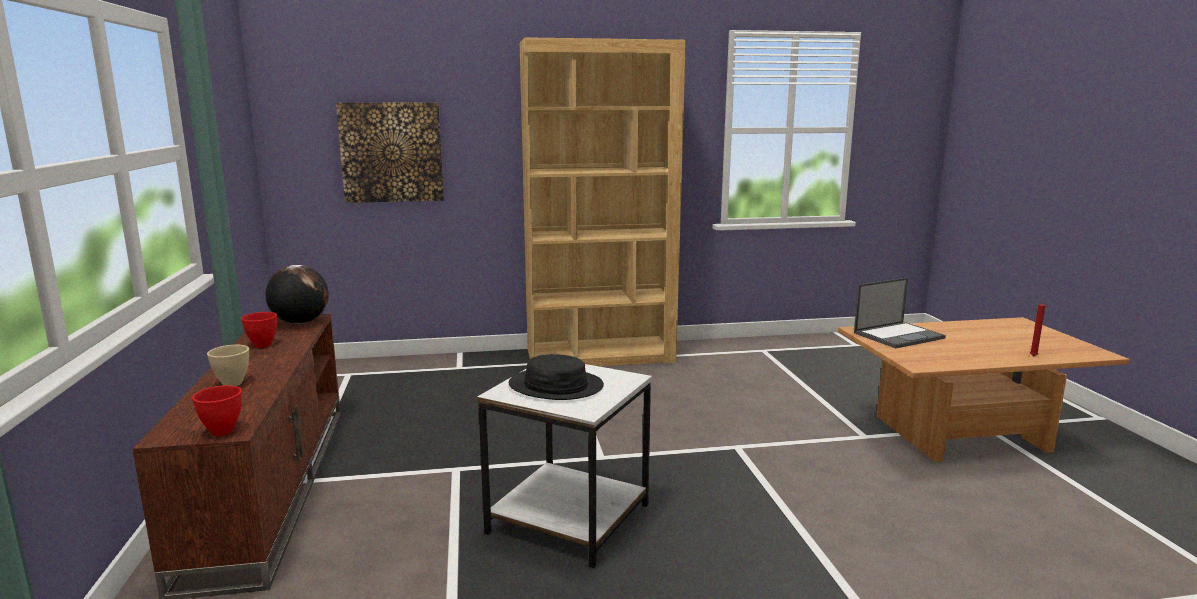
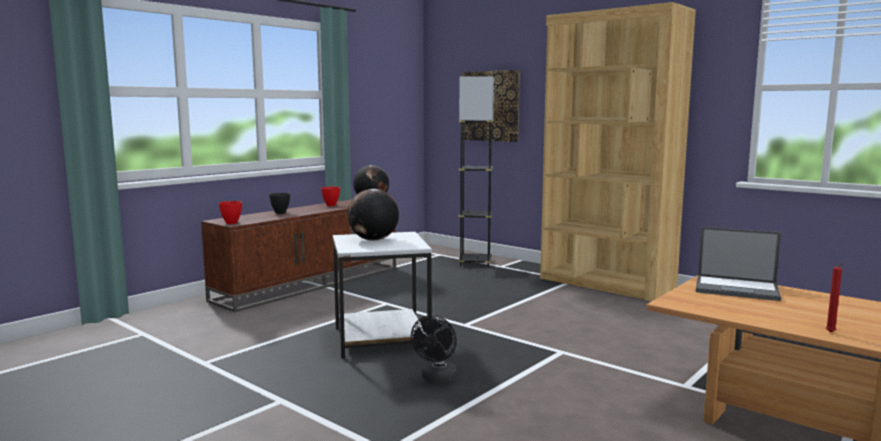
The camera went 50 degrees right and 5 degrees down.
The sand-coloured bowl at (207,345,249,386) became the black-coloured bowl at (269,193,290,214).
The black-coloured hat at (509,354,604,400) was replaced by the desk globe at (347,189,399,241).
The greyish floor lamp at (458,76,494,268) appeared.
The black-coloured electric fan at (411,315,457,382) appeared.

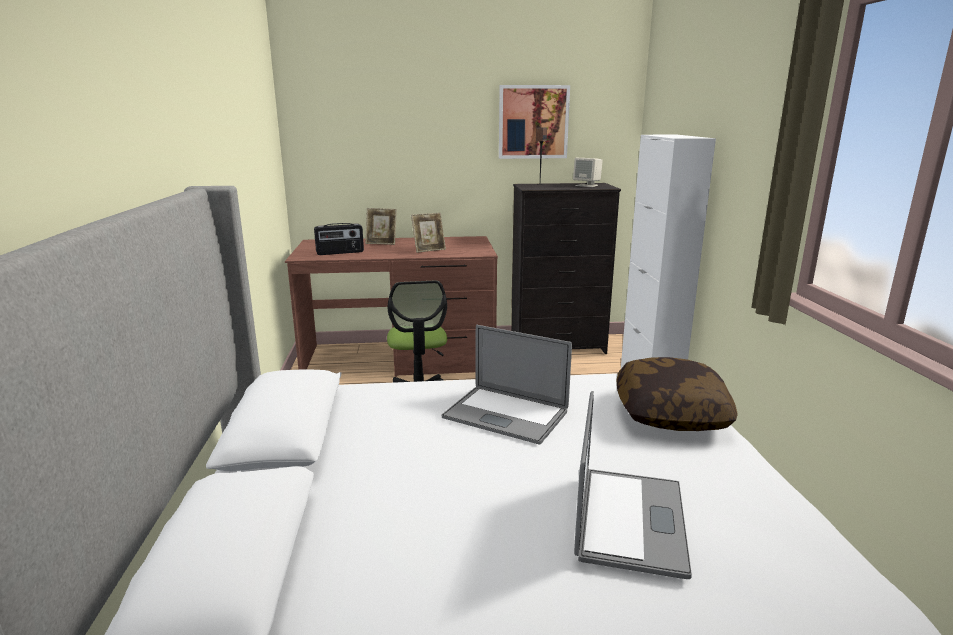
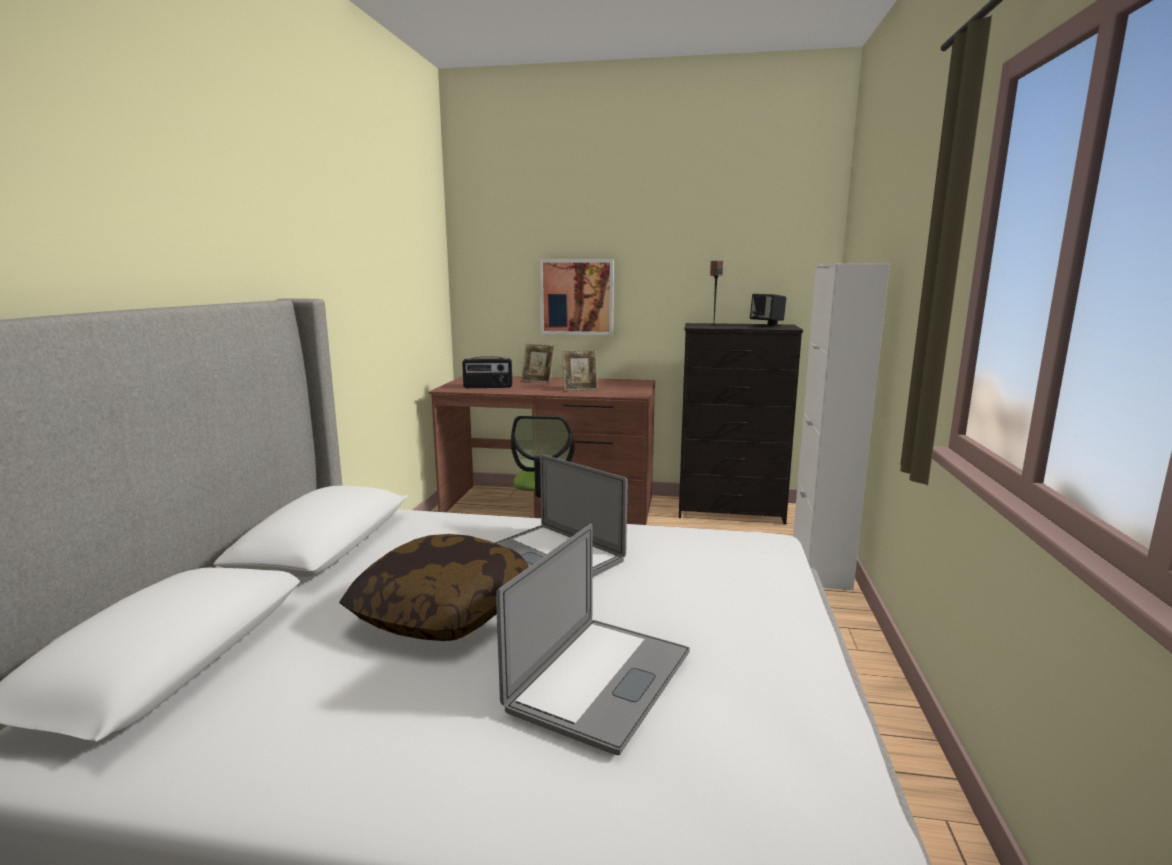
The camera went 15 degrees right and 5 degrees down.
The picture moved from (499,85,570,159) to (539,259,614,335).
The sand-coloured speaker at (573,158,603,187) became the black-coloured speaker at (750,294,786,327).
The throw pillow moved from (617,357,738,431) to (339,534,529,641).

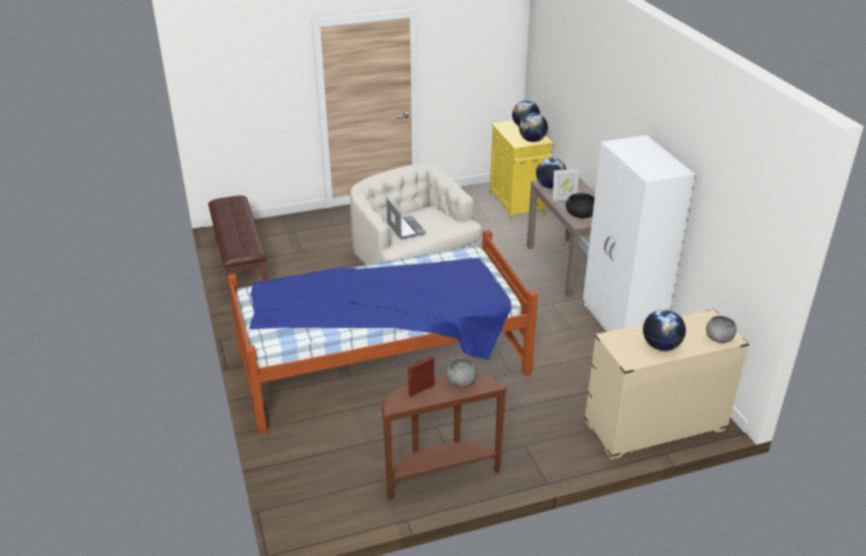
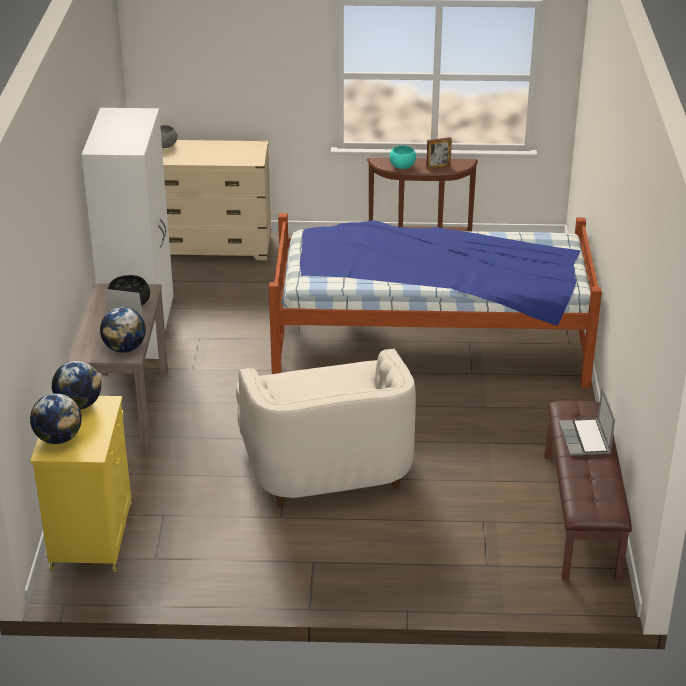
The camera went 160 degrees left and 0 degrees up.
The notebook computer moved from (386,198,426,240) to (559,387,615,456).
The desk globe at (643,309,686,351) disappeared.
The greyish bowl at (446,359,477,388) became the turquoise bowl at (390,145,416,169).

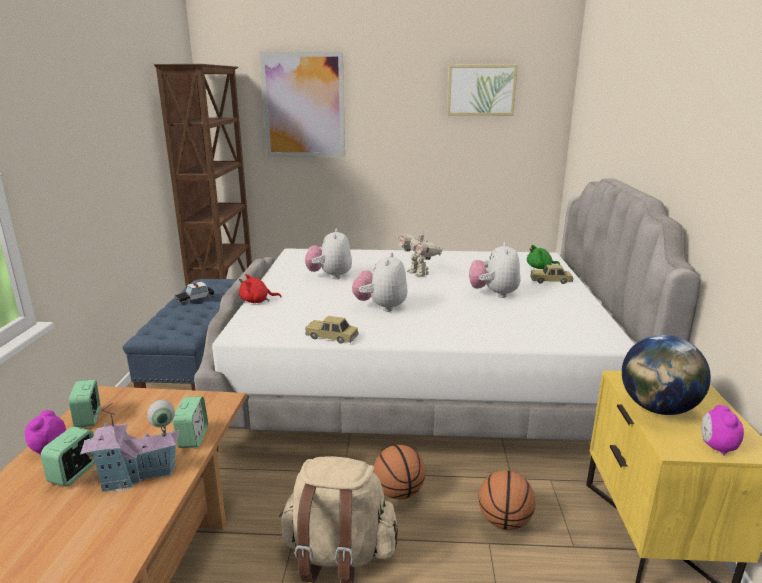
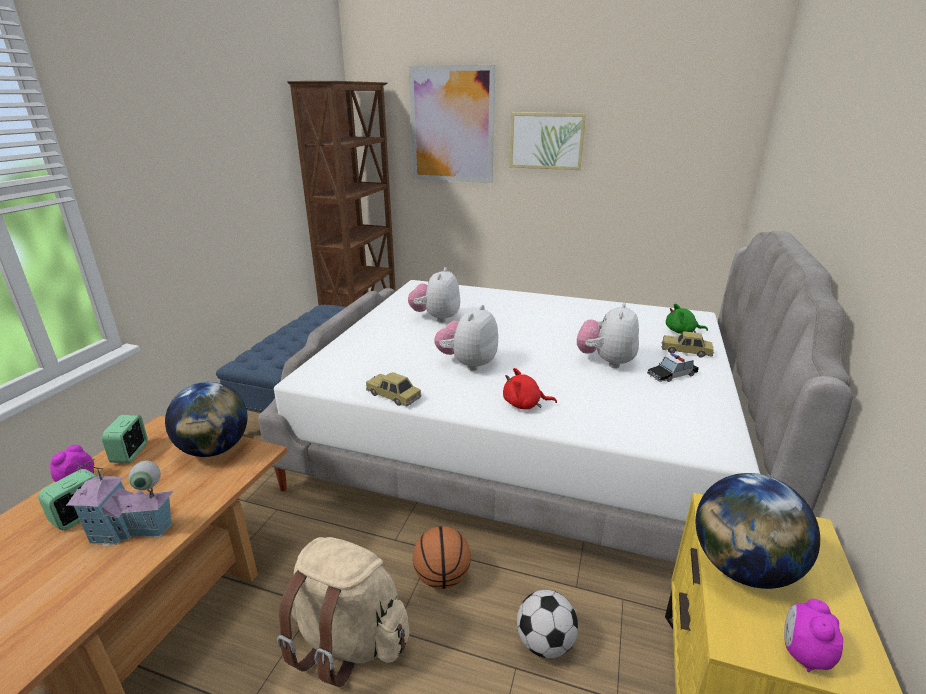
The camera went 15 degrees right and 5 degrees up.
The picture moved from (447,65,518,116) to (509,112,586,170).
The toy robot at (398,232,443,276) disappeared.
The red-coloured plush toy moved from (239,274,281,303) to (503,368,557,409).
The miniature car moved from (175,282,214,303) to (647,353,699,382).
The table clock at (173,396,208,448) disappeared.
The basketball ball at (478,470,536,530) was replaced by the football ball at (517,590,578,658).
The desk globe at (165,382,247,457) appeared.

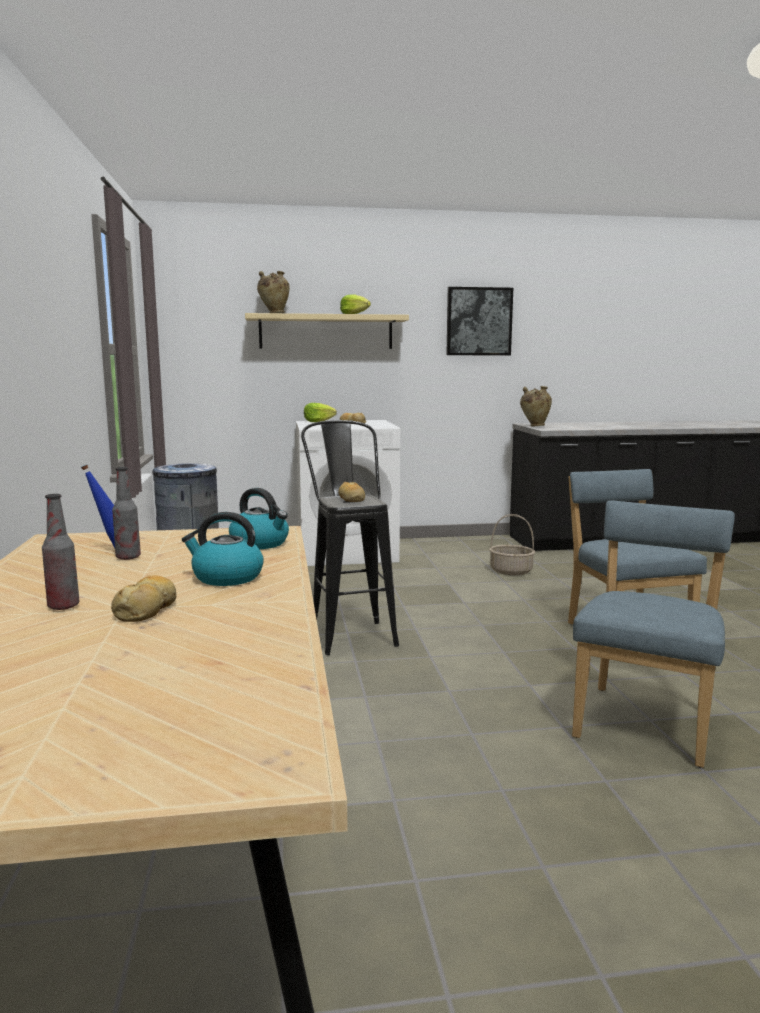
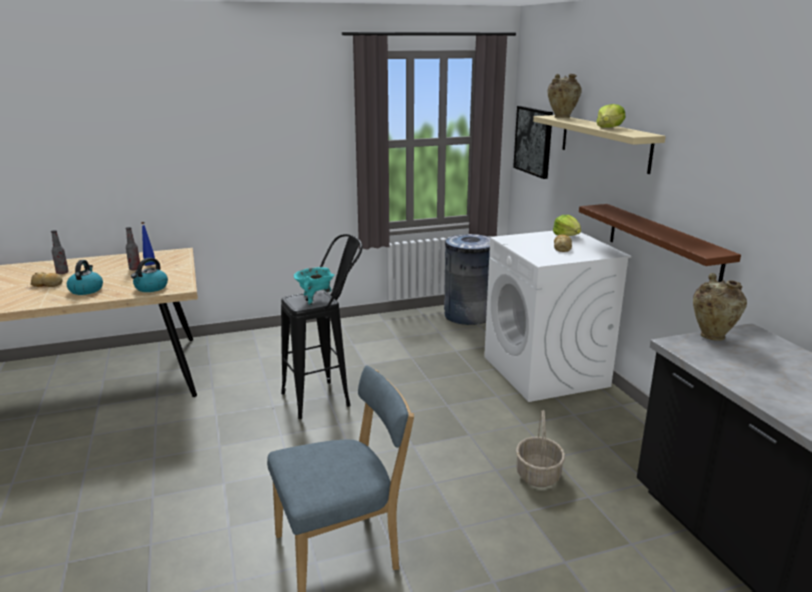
The camera went 80 degrees right and 10 degrees up.
The picture moved from (446,287,513,355) to (513,106,553,179).
The bread at (338,482,365,502) was replaced by the turquoise stockpot at (294,267,334,306).
The bluish upright chair at (572,501,735,768) disappeared.
The brown wall shelf at (579,204,741,282) appeared.

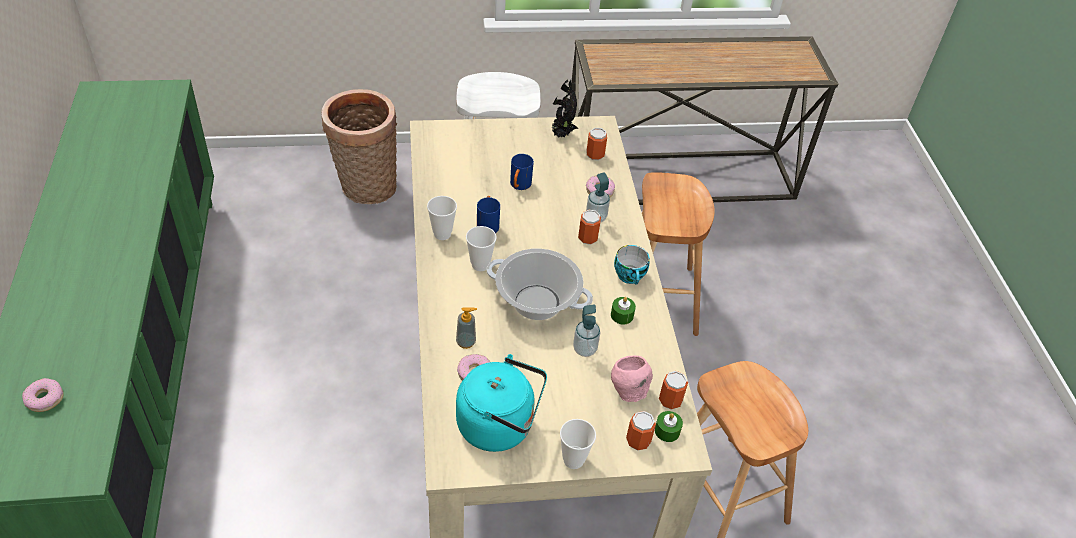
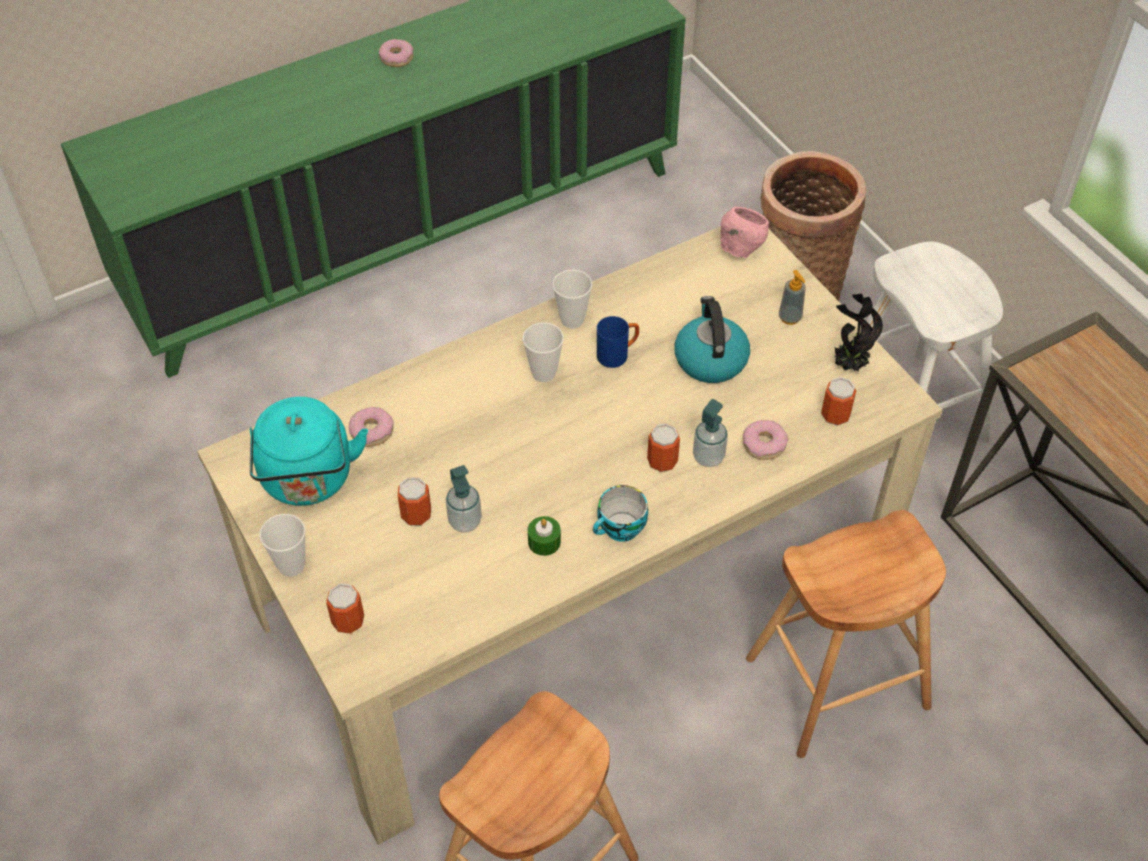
The camera went 70 degrees right and 5 degrees up.
The bluish tea mug at (510,154,534,190) was replaced by the water kettle at (675,296,750,383).
The stockpot at (486,249,593,320) disappeared.
The soap bottle moved from (456,307,477,349) to (779,270,806,325).
The pink bowl moved from (611,356,653,402) to (720,207,769,258).
The can moved from (659,371,688,410) to (398,477,431,525).
The doughnut moved from (22,378,63,412) to (379,39,414,67).
The green-coloured candle at (655,411,683,442) disappeared.

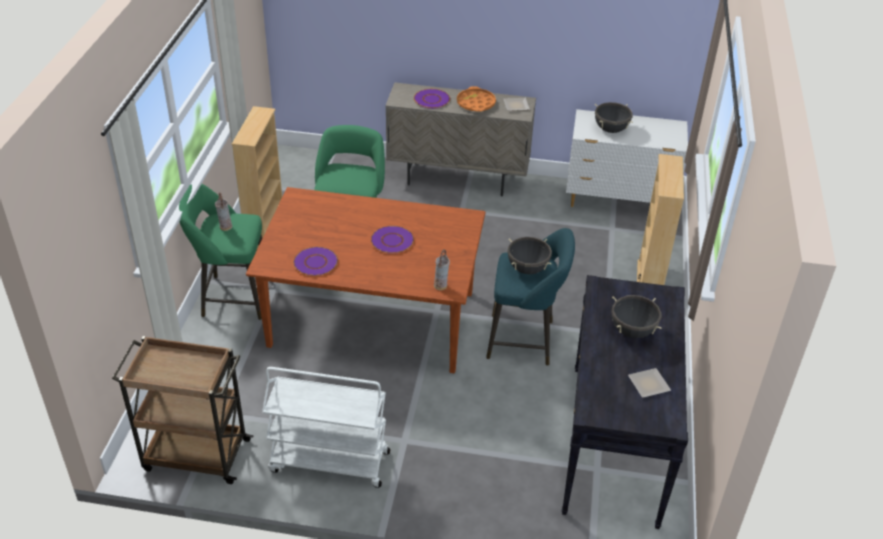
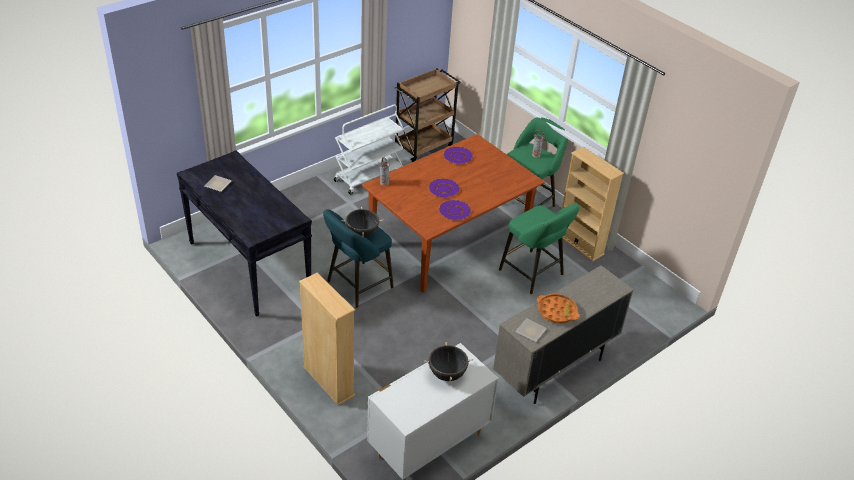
The camera went 130 degrees right and 0 degrees up.
The purplish flat dish moved from (414,89,450,109) to (439,200,471,221).
The black-coloured stockpot at (611,295,661,338) disappeared.

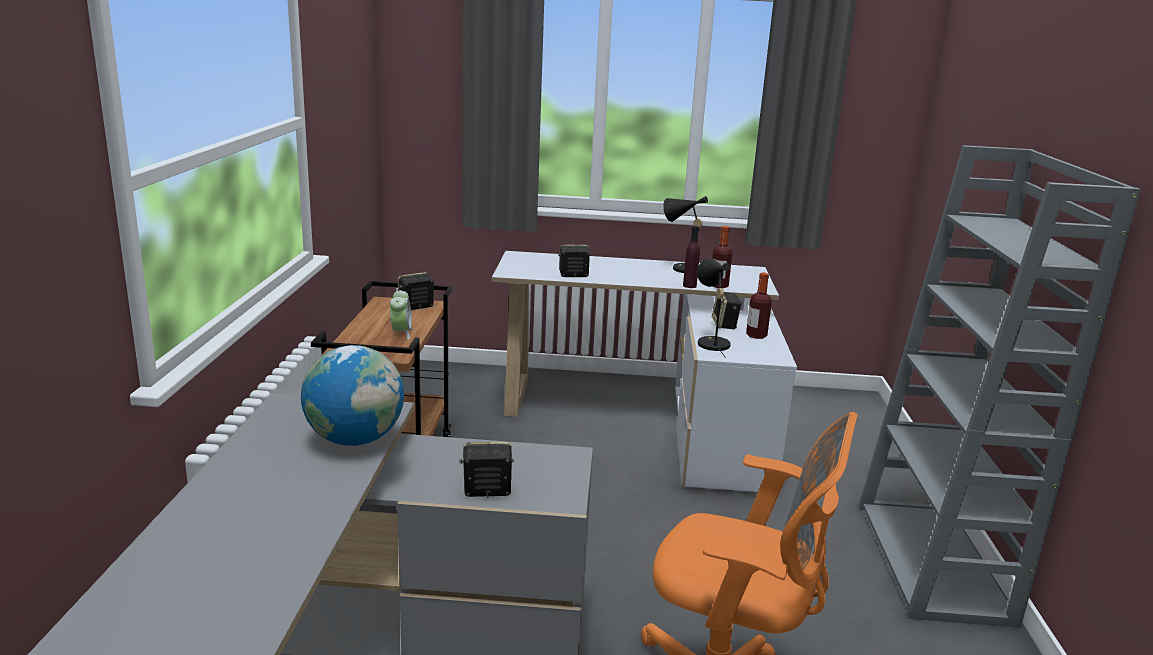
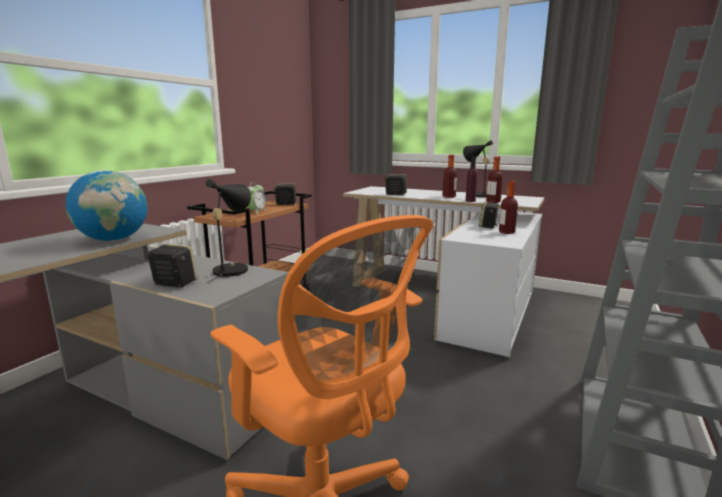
The camera went 25 degrees right and 5 degrees down.
The black-coloured lamp for a table moved from (697,259,731,358) to (205,179,251,283).
The beverage bottle at (442,155,457,198) appeared.

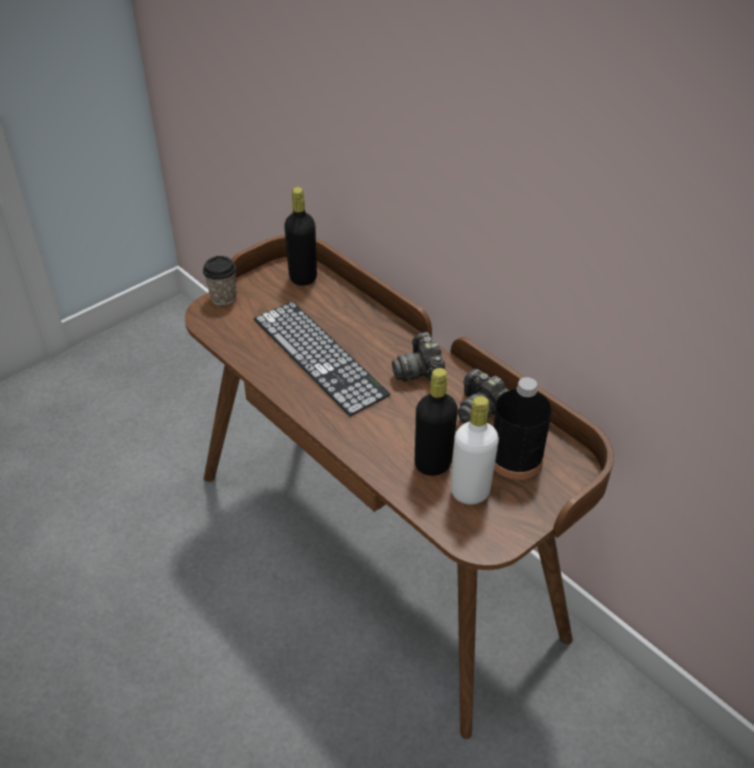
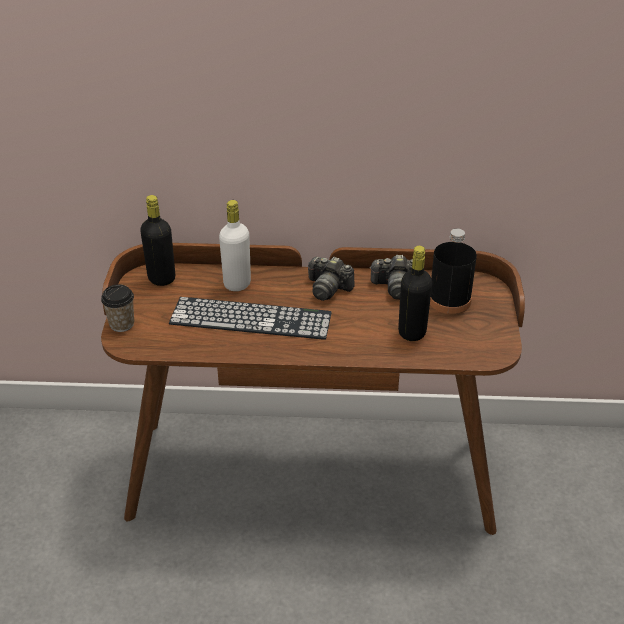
The camera went 45 degrees left and 5 degrees down.
The white-coloured beverage bottle moved from (451,396,499,505) to (219,200,251,291).

